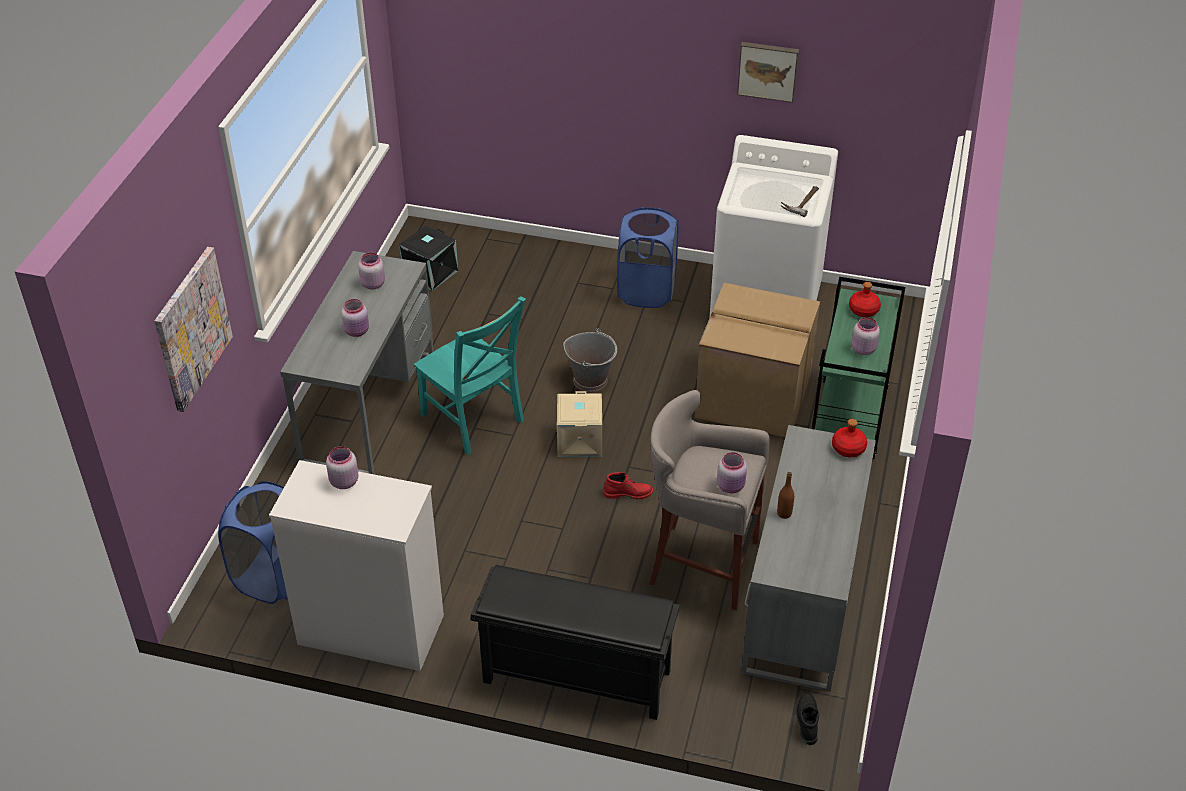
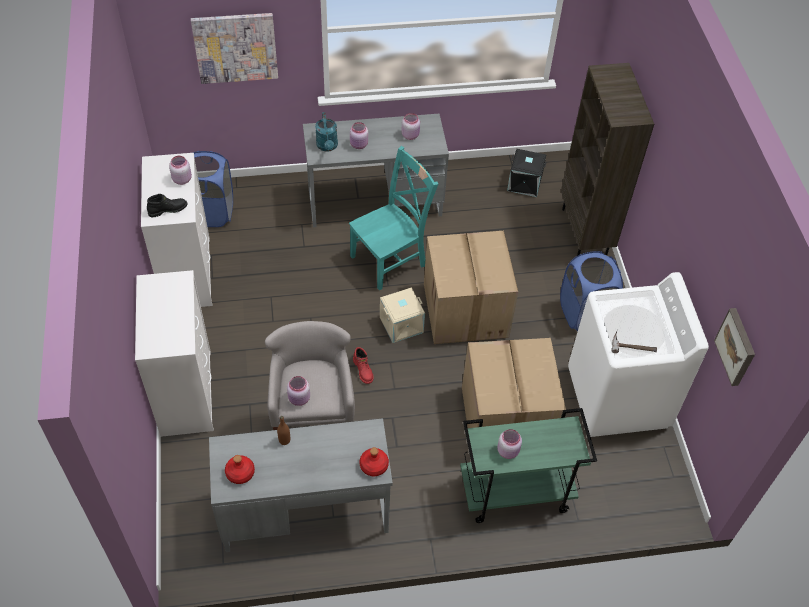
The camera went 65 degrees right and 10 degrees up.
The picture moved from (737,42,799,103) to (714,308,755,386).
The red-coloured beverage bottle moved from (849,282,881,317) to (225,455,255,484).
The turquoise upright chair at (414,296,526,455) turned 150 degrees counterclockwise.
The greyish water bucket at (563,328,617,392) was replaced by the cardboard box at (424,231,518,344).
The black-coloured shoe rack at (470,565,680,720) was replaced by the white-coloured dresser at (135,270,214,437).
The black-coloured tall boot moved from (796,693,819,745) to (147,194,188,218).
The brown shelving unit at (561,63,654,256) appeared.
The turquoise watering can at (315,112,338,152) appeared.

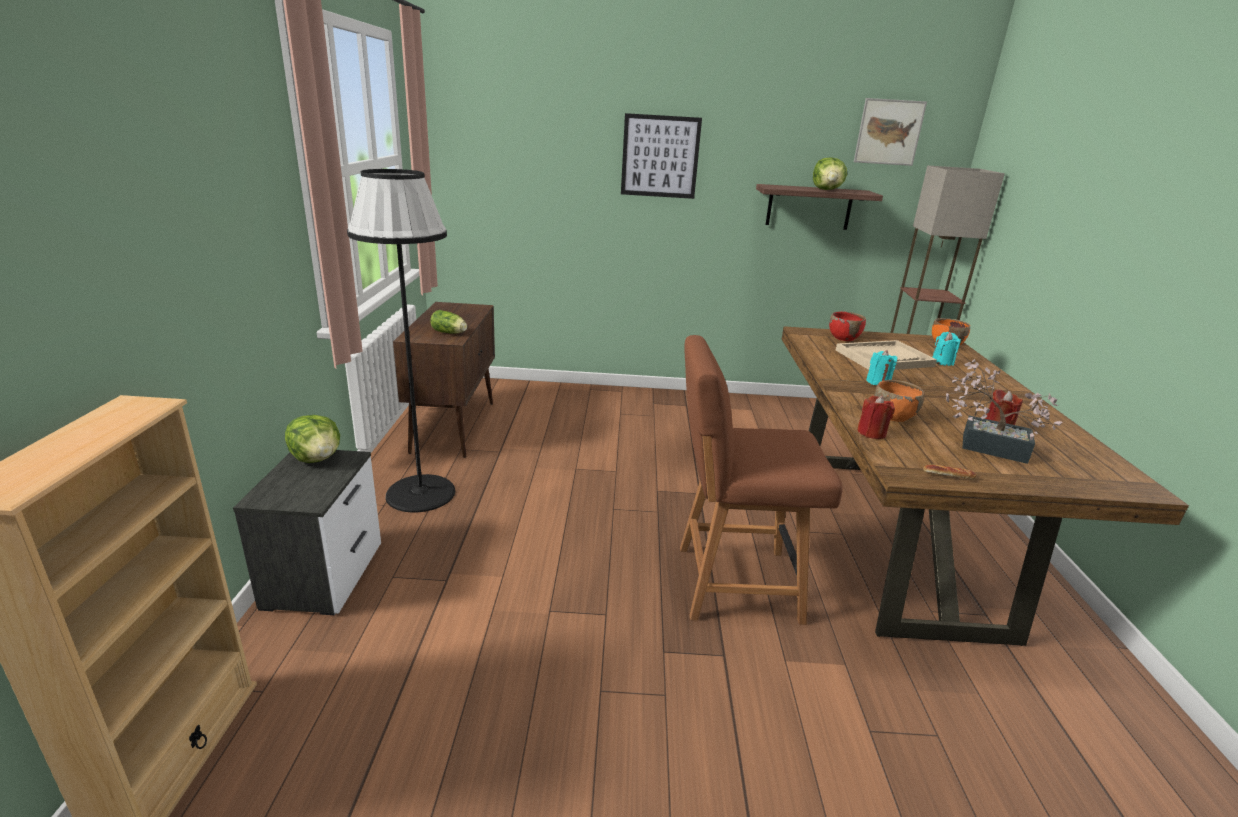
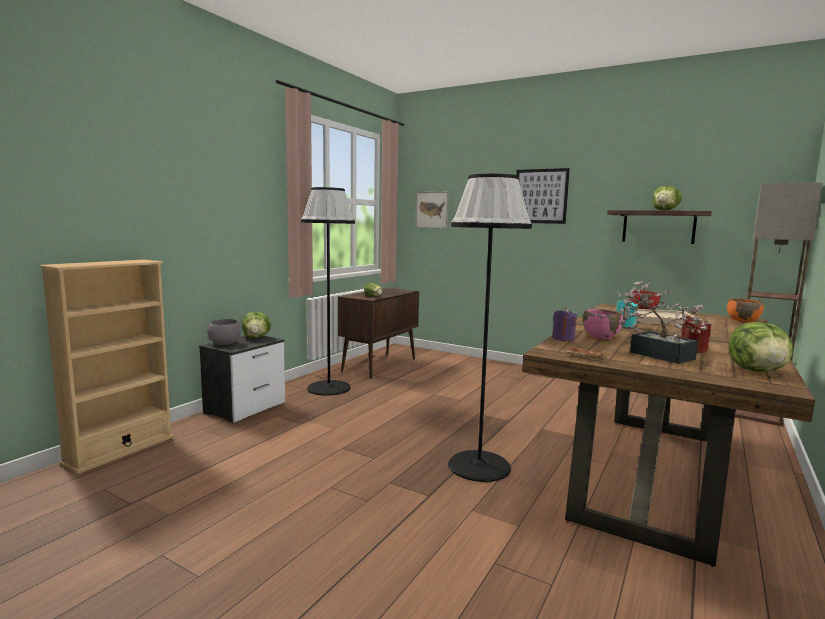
The camera went 30 degrees right and 15 degrees down.
The picture moved from (854,98,927,166) to (415,191,449,229).
The turquoise candle at (932,332,961,366) disappeared.
The brown upright chair at (680,335,843,625) was replaced by the black-coloured floor lamp at (448,174,532,482).
The orangey bowl at (874,380,925,422) became the pink bowl at (583,309,623,339).
The red-coloured candle at (857,396,895,439) became the purplish candle at (552,307,577,341).
The greyish bowl at (207,319,241,345) appeared.
The head of lettuce at (729,322,794,372) appeared.

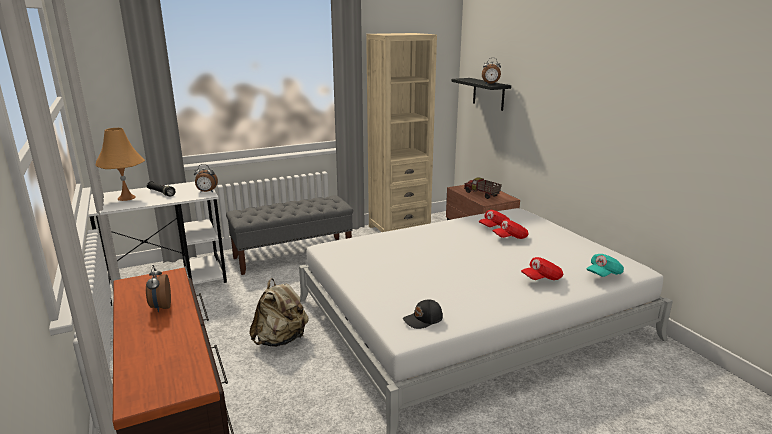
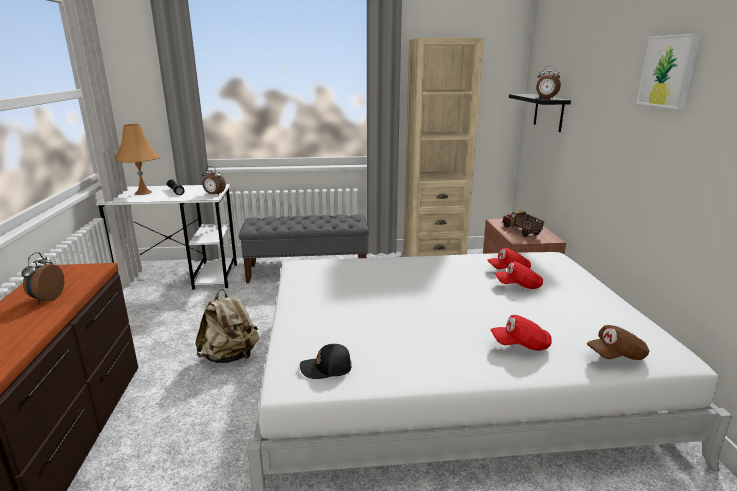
The camera went 20 degrees right and 0 degrees up.
The turquoise peaked cap at (587,254,624,277) became the brown peaked cap at (587,325,649,360).
The picture at (637,33,701,110) appeared.

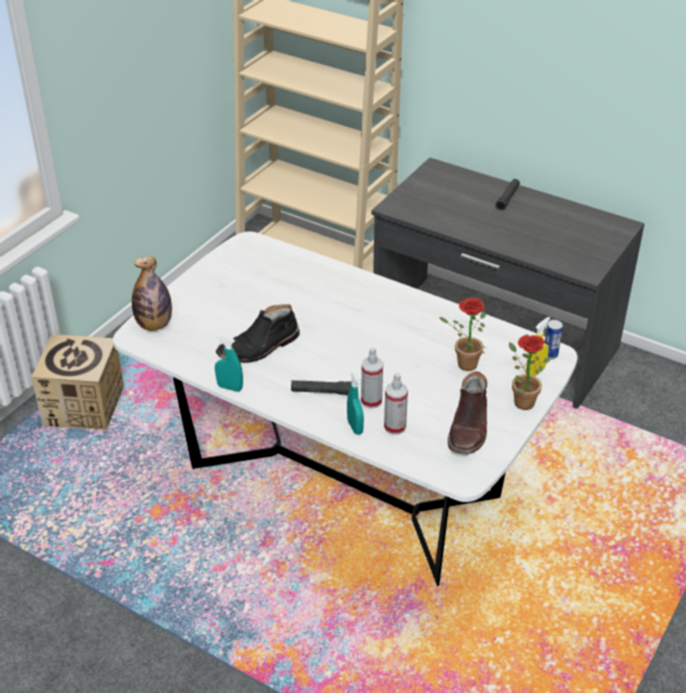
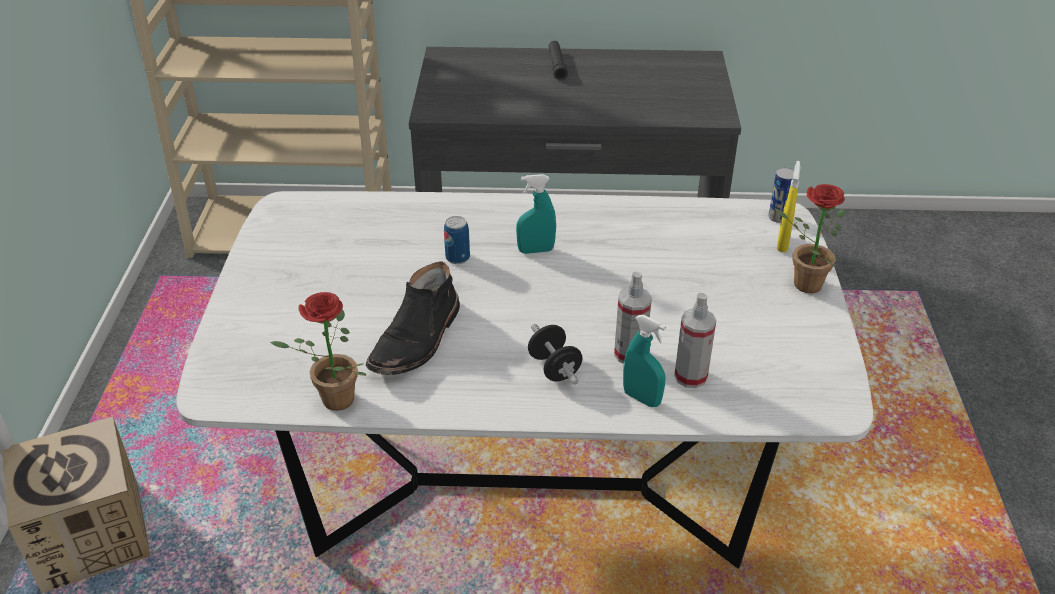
The camera went 30 degrees left and 0 degrees up.
The beverage bottle at (132,256,172,331) disappeared.
The houseplant moved from (439,298,486,371) to (270,292,367,411).
The turquoise sprayer moved from (215,334,243,392) to (516,174,556,254).
The brown tall boot at (448,371,487,455) disappeared.
The black-coloured hand torch at (291,380,352,395) was replaced by the black-coloured hand weight at (528,324,583,384).
The can at (444,216,470,264) appeared.

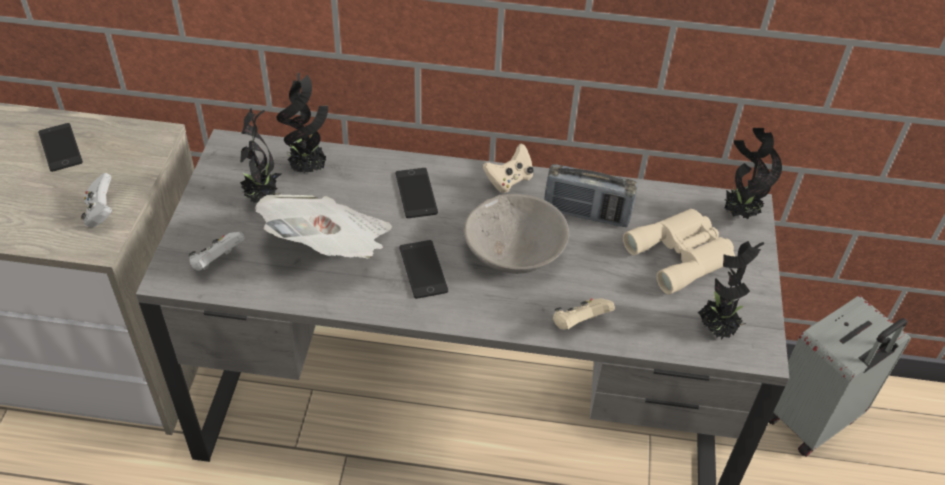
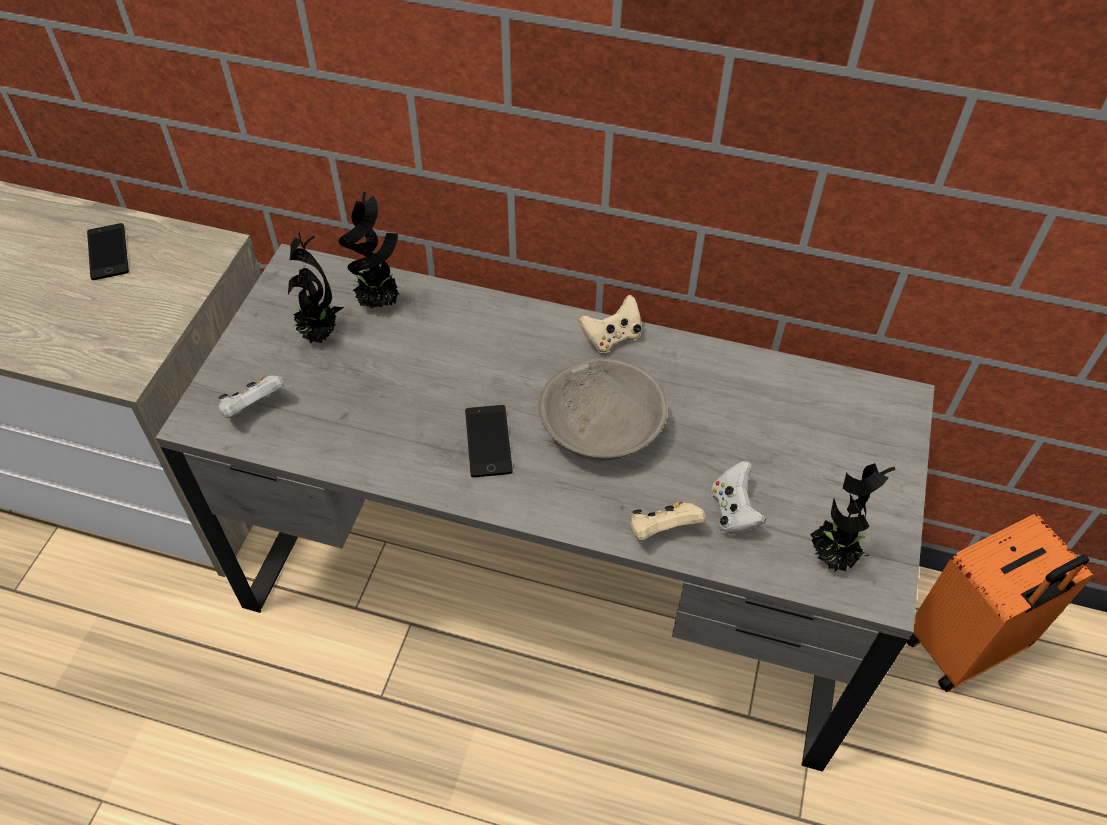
The camera went 10 degrees right and 5 degrees up.
The houseplant at (725,128,782,219) disappeared.
The radio at (544,164,637,227) disappeared.
The phone at (395,168,438,218) disappeared.
The white-coloured gamepad moved from (81,173,112,228) to (711,461,766,534).
The daily paper at (255,195,392,259) disappeared.
The sand-coloured pair of binoculars at (623,209,735,295) disappeared.
The greyish travel case at (769,295,911,457) became the orangey travel case at (907,513,1094,692).

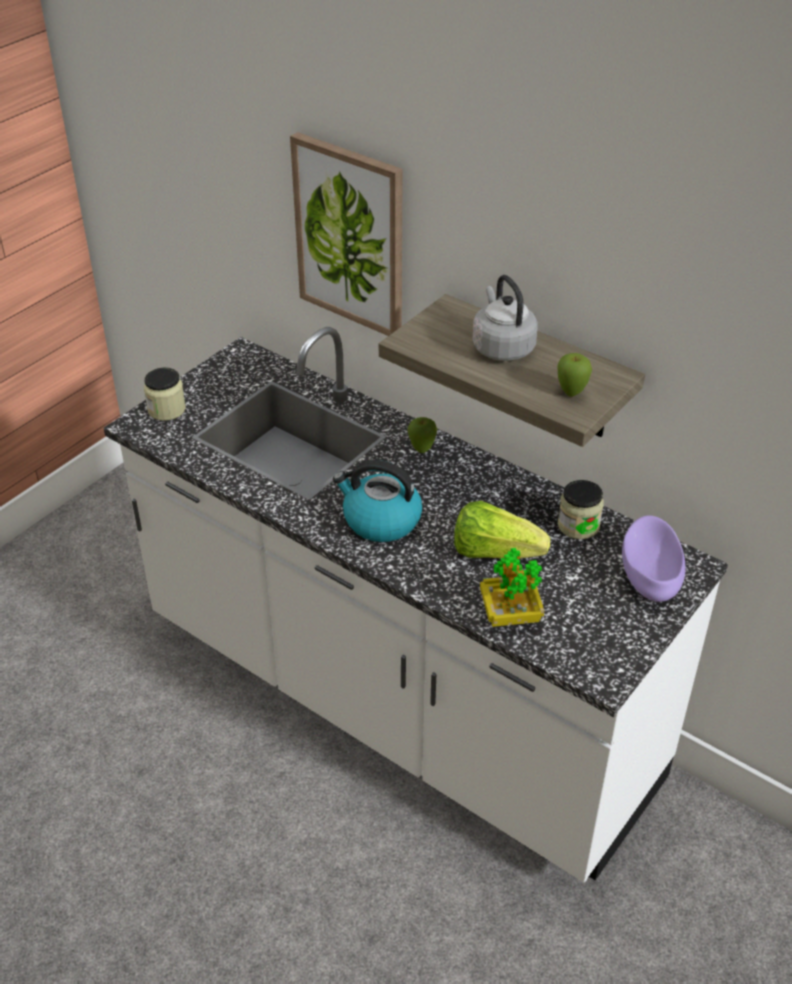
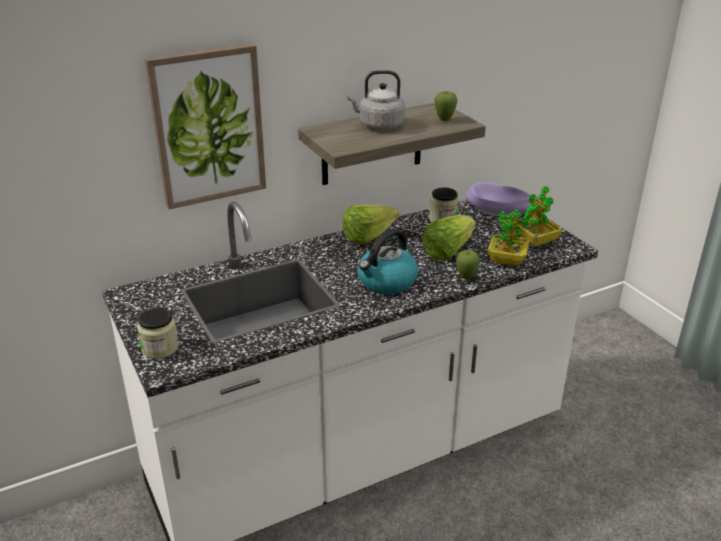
The camera went 65 degrees left and 10 degrees down.
The apple fruit moved from (408,417,437,453) to (456,250,480,280).
The houseplant at (518,186,562,247) appeared.
The head of lettuce at (342,204,399,244) appeared.

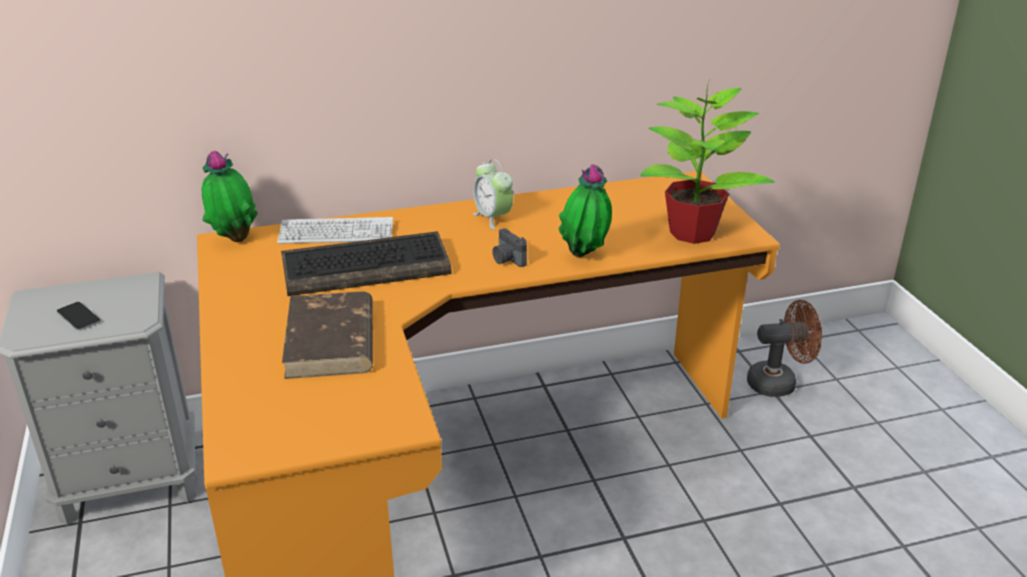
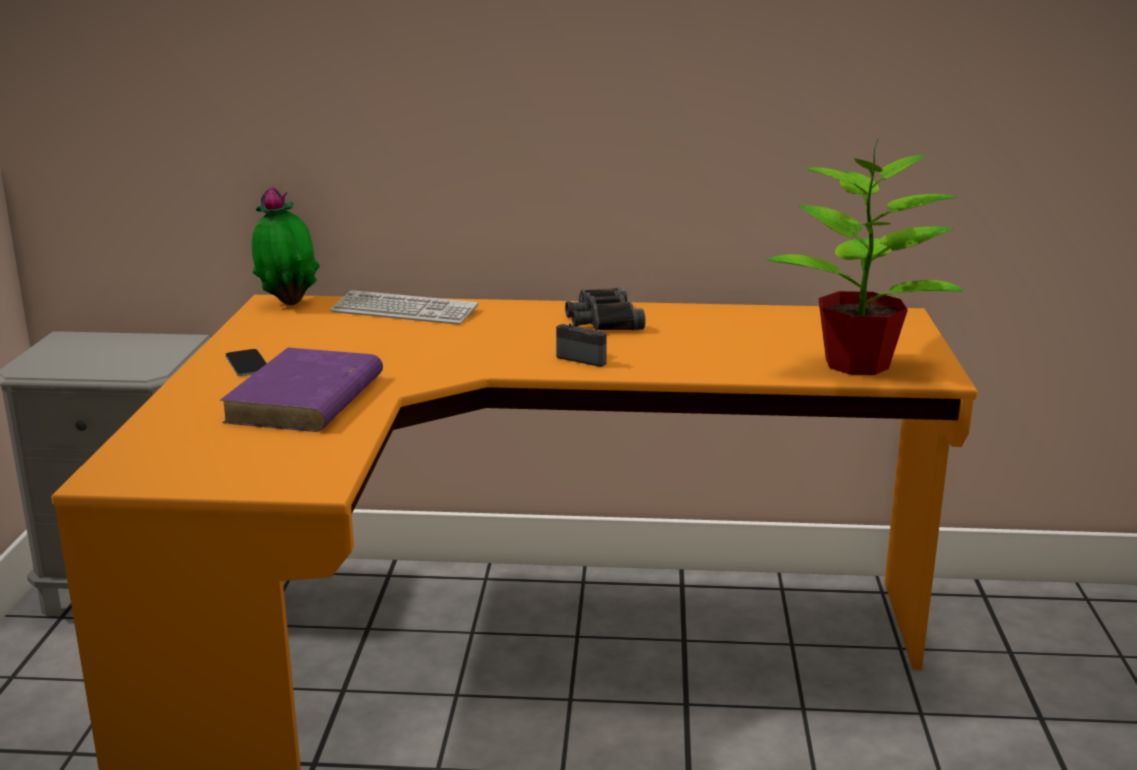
The camera went 20 degrees right and 10 degrees down.
The table clock at (473,159,513,230) was replaced by the black-coloured pair of binoculars at (565,288,645,330).
The houseplant at (559,164,612,257) disappeared.
The photo camera at (492,228,527,267) turned 135 degrees clockwise.
The computer keyboard at (281,231,452,296) disappeared.
The brown book at (282,291,373,379) became the purplish book at (220,347,383,432).
The brown electric fan at (747,300,822,397) disappeared.
The phone moved from (57,302,101,331) to (225,349,267,376).

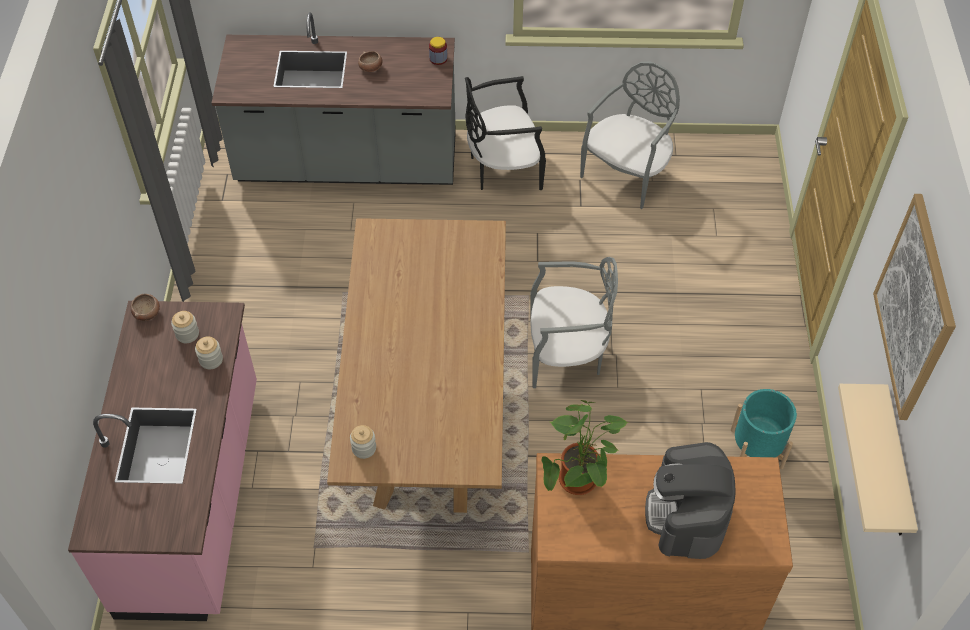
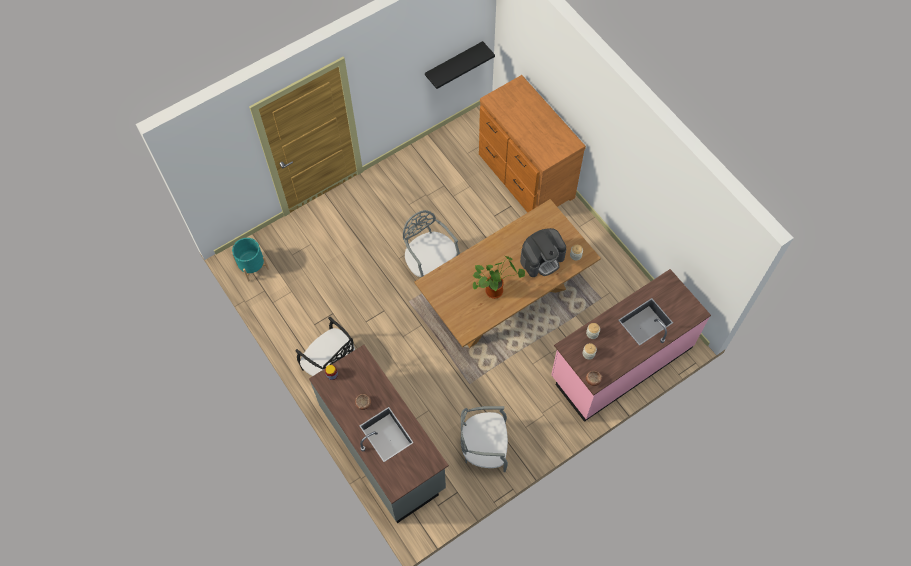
The camera went 125 degrees left and 10 degrees up.
The greyish upright chair moved from (580,62,680,209) to (461,406,508,472).
The picture at (873,194,956,420) disappeared.
The sand-coloured wall shelf at (838,384,918,535) became the black-coloured wall shelf at (425,41,495,89).
The turquoise flower pot moved from (730,389,797,469) to (231,238,269,282).
The houseplant moved from (541,400,629,495) to (472,256,525,299).
The coffee maker moved from (645,442,736,559) to (520,228,566,277).

